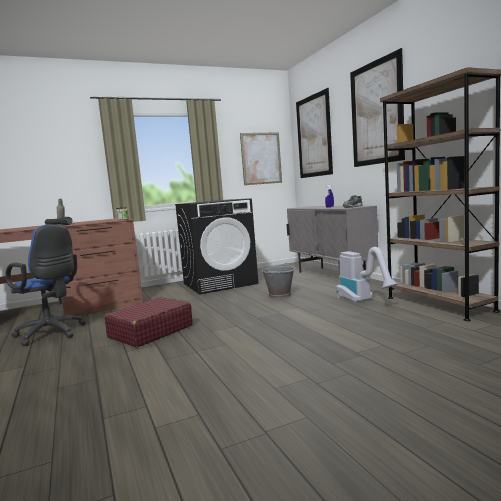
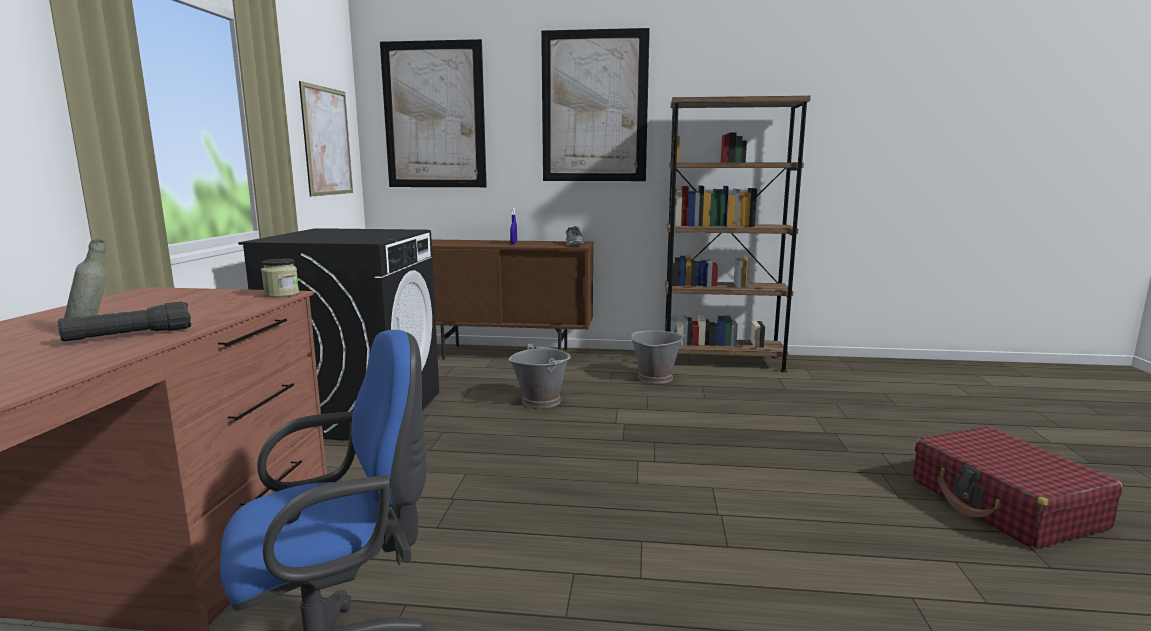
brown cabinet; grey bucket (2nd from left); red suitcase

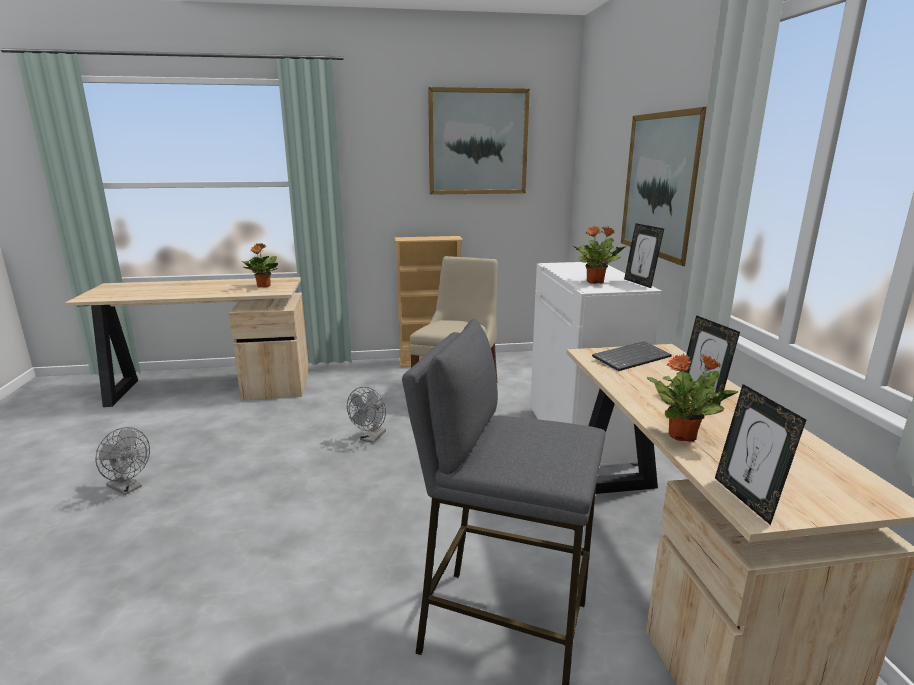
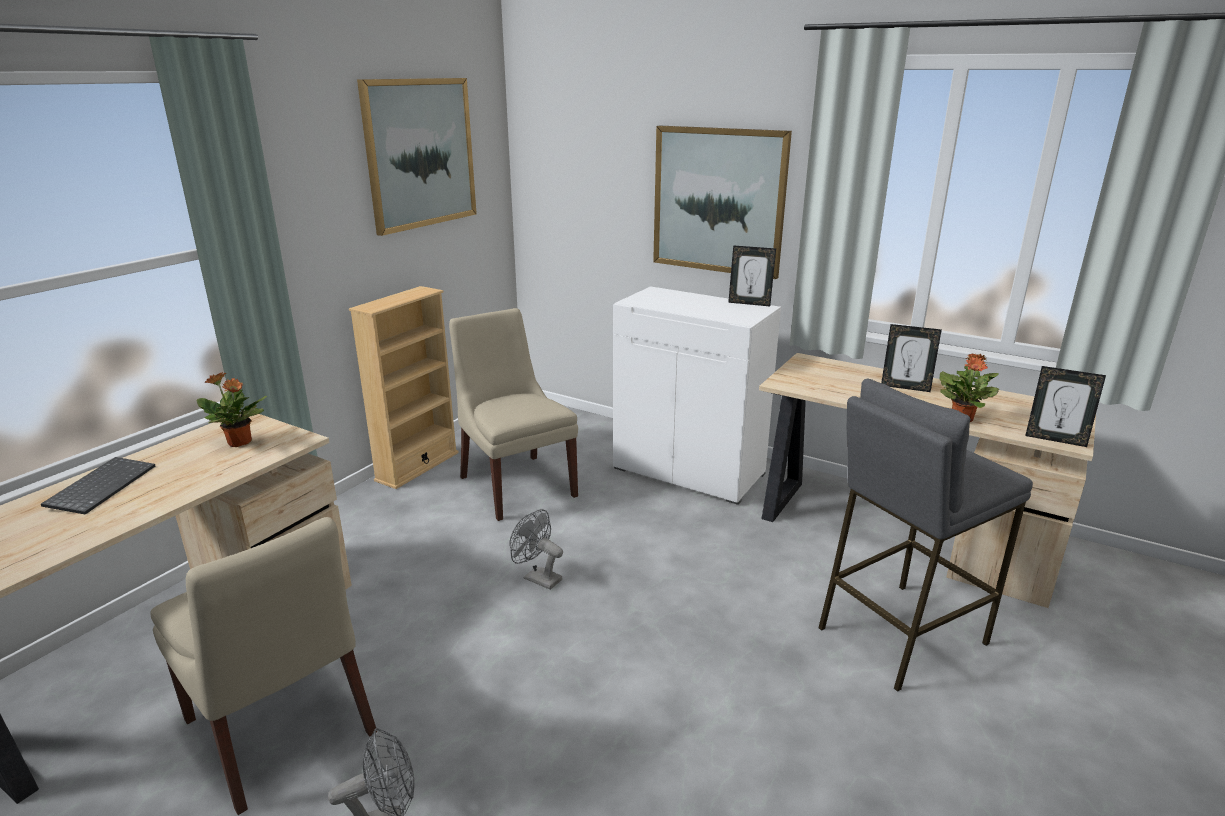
potted plant (2nd from left in the first image); keyboard; grey fan (2nd from left); beige chair (1st from left)

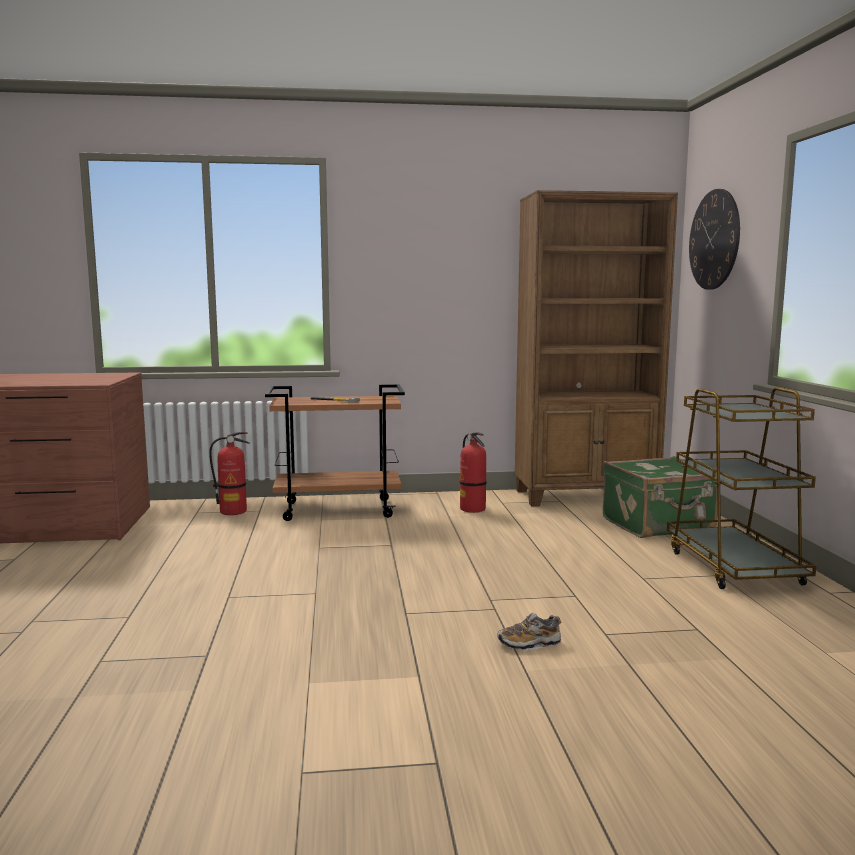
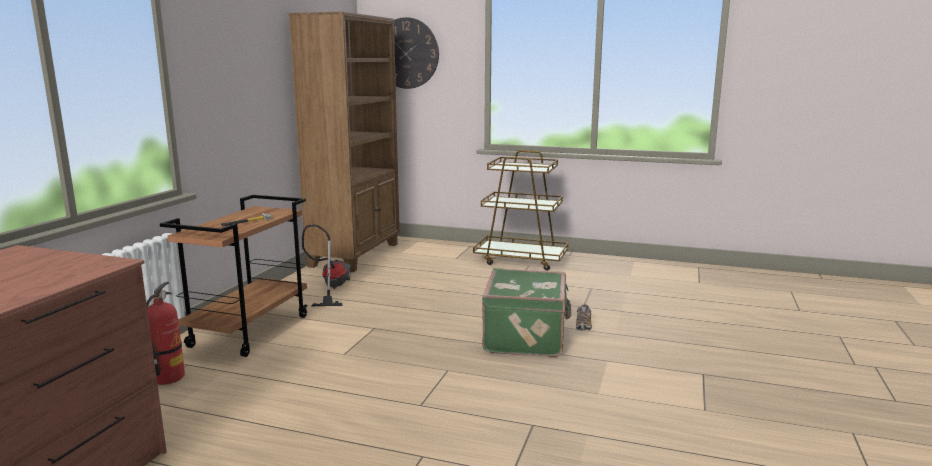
vacuum cleaner; green suitcase

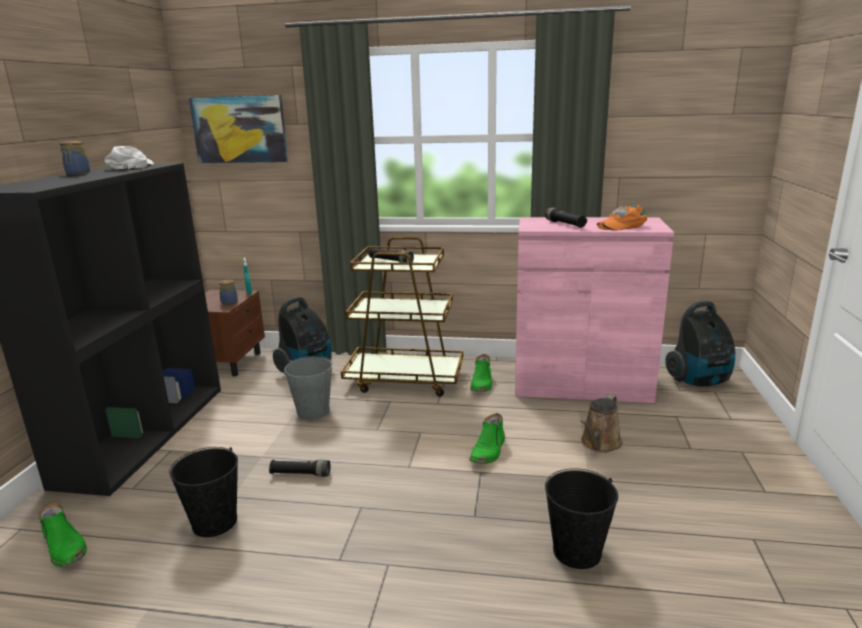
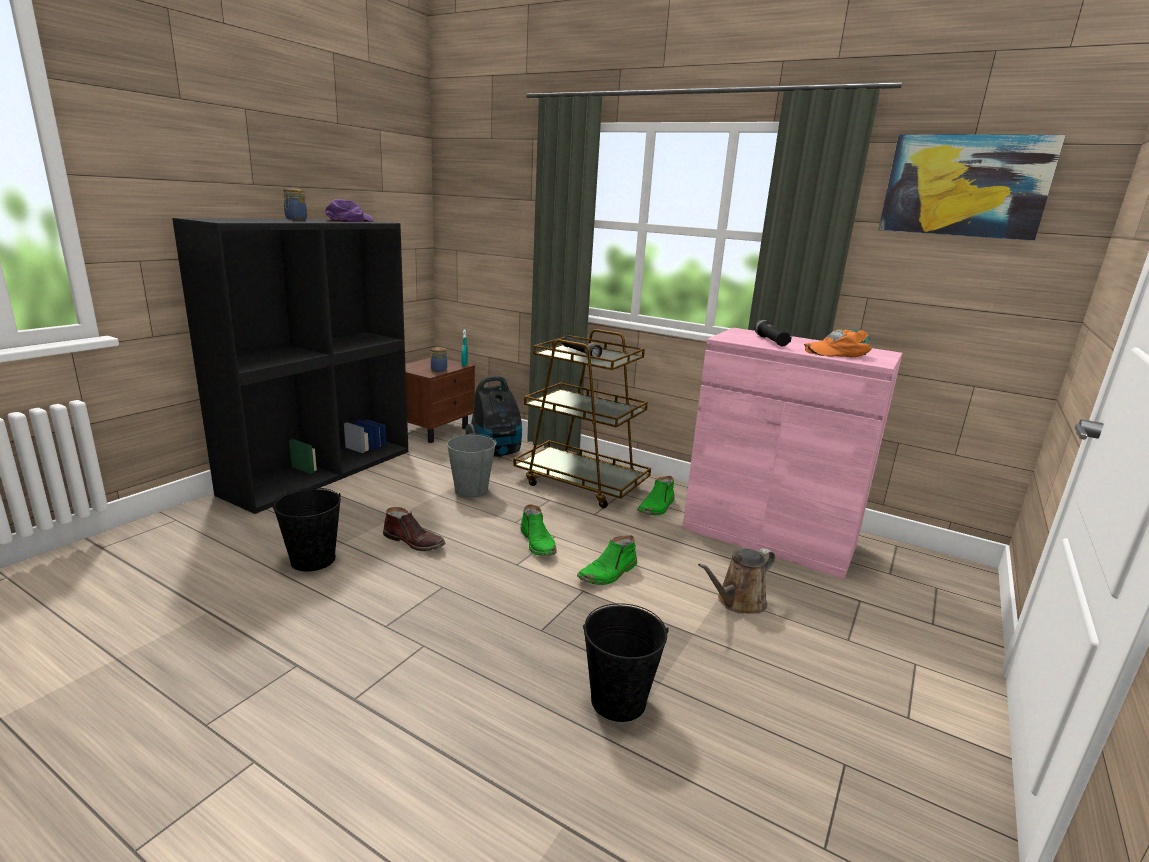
picture; purple cap; vacuum cleaner (2nd from left in the first image); brown boot; green boot (1st from left)

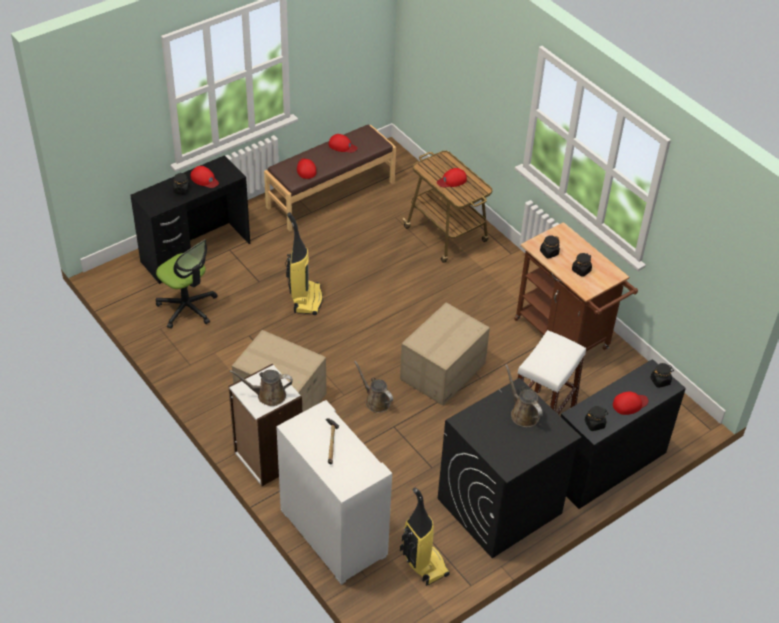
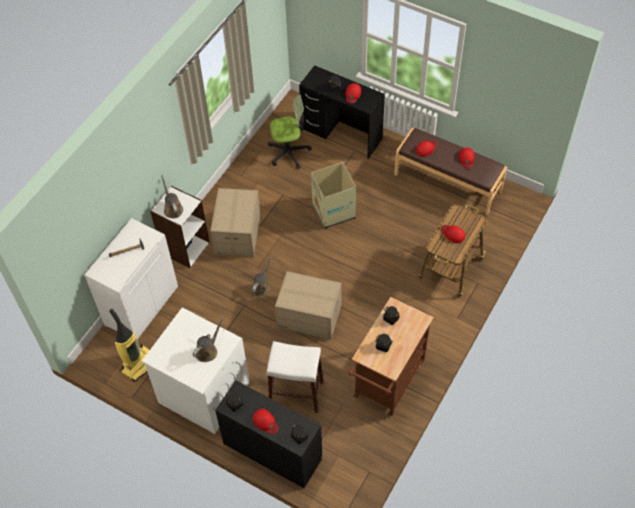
cardboard box (3rd from left); office chair; white washing machine

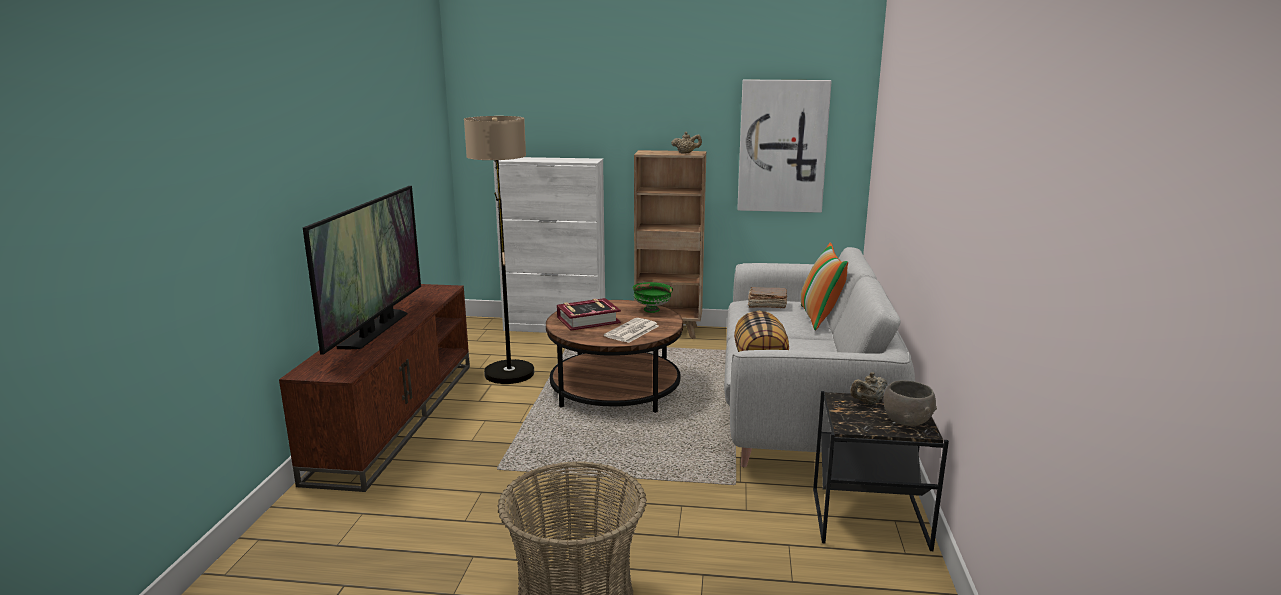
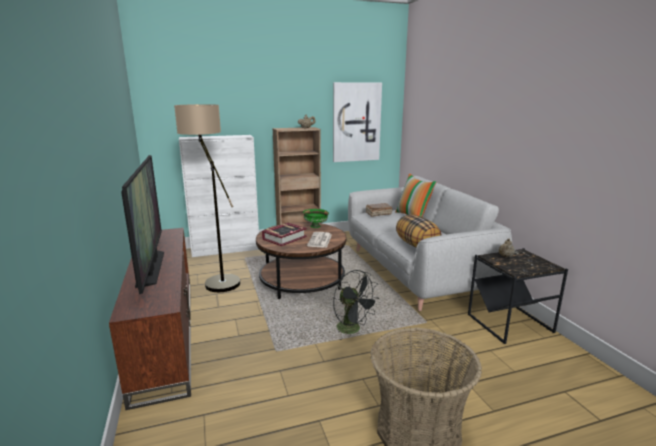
grey bowl; black fan

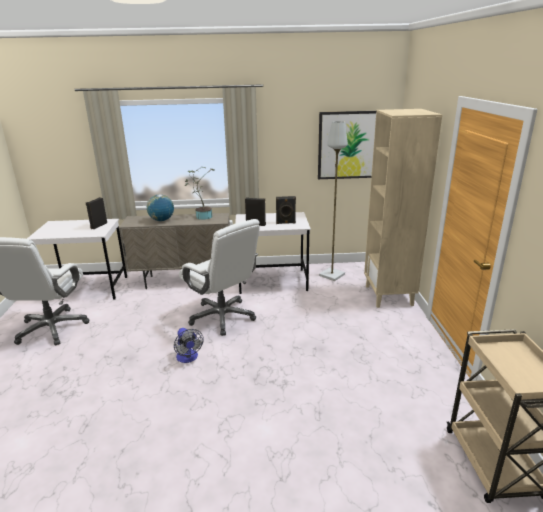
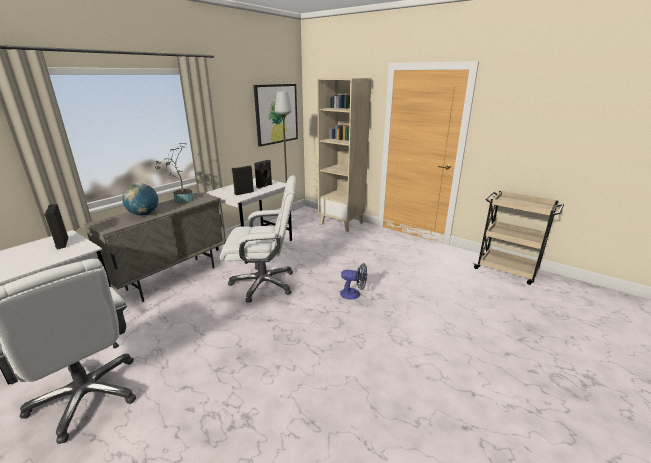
fan

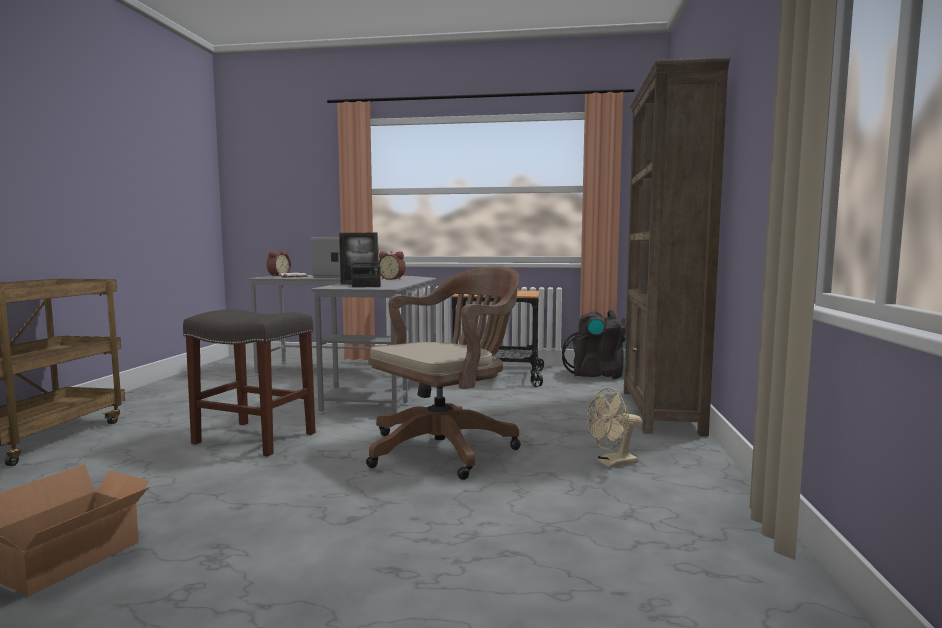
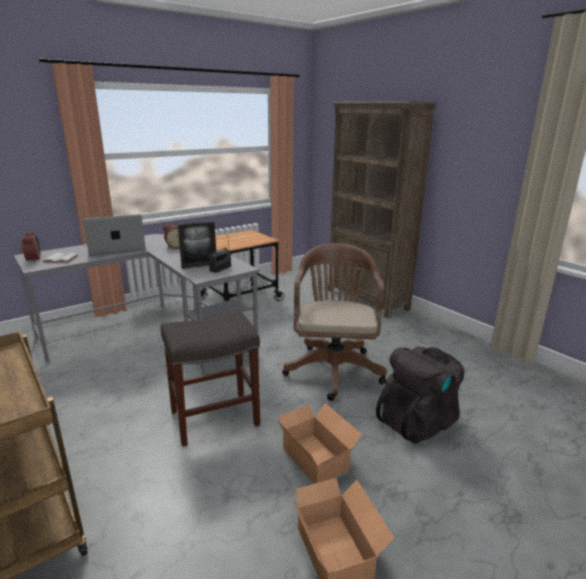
black backpack; beige fan; cardboard box (1st from left)

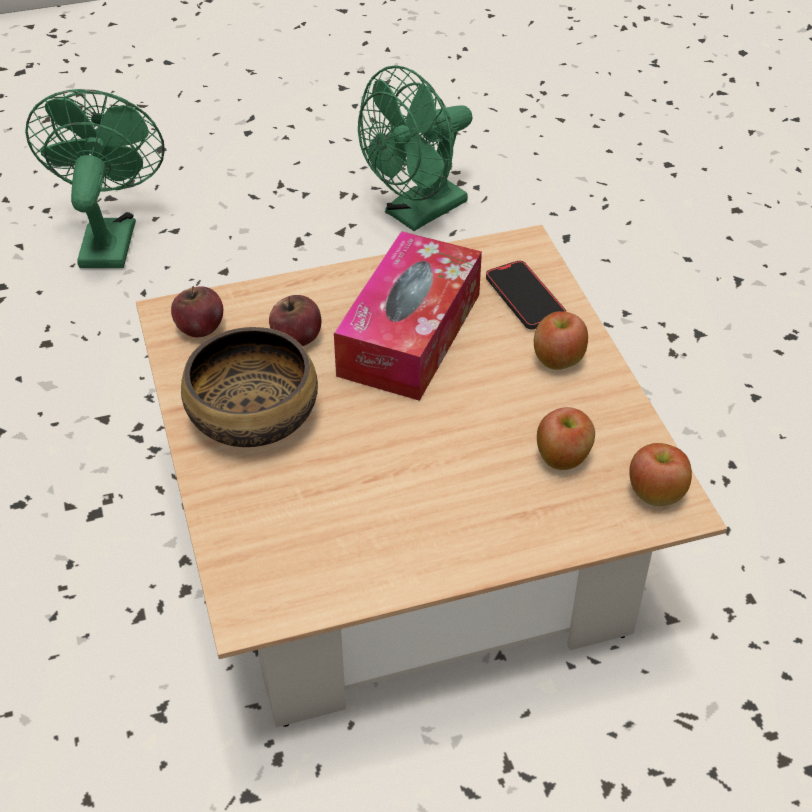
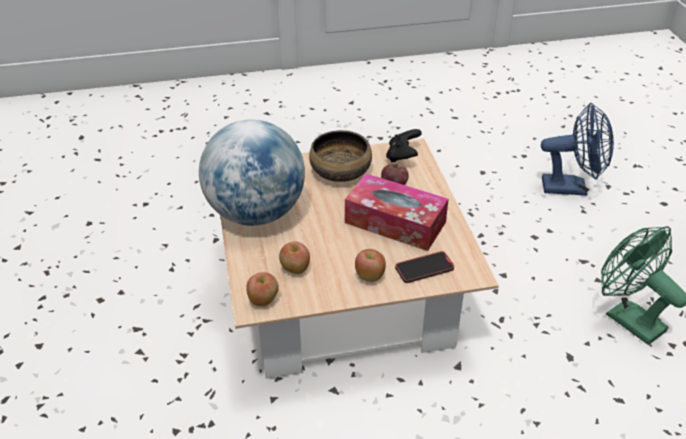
blue fan; black game controller; globe

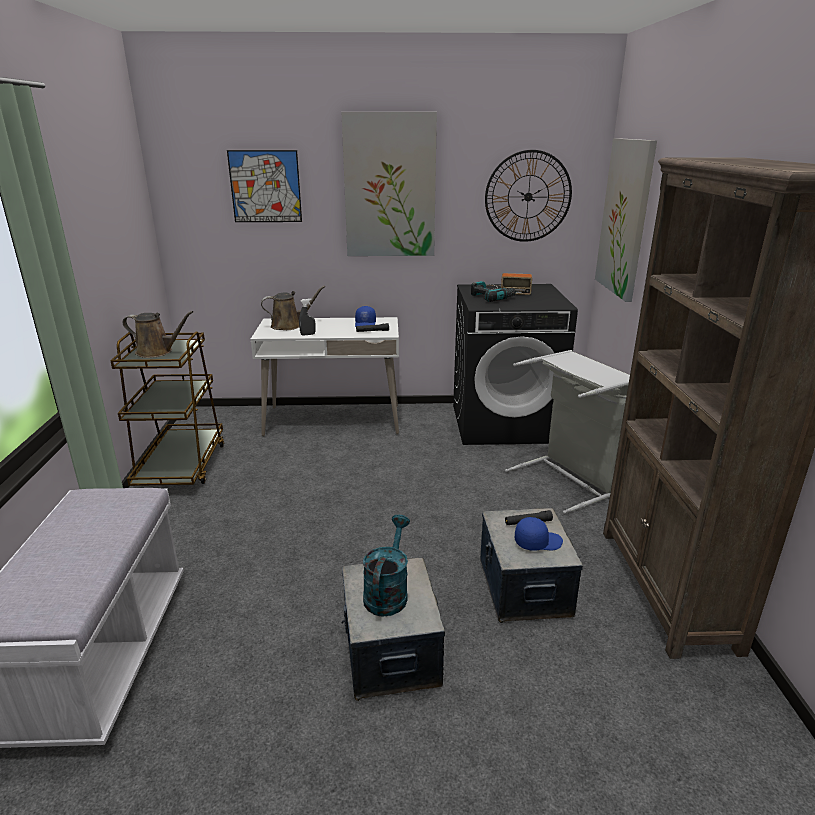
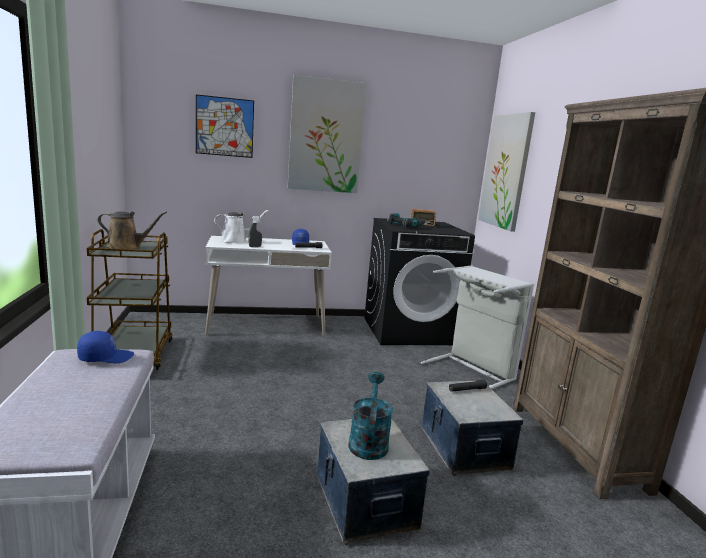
wall clock; white watering can; blue cap (1st from left)

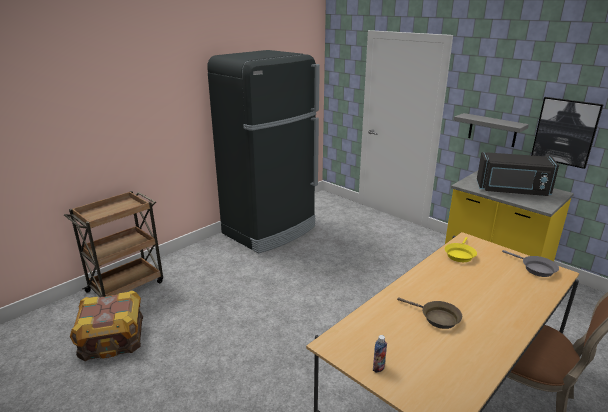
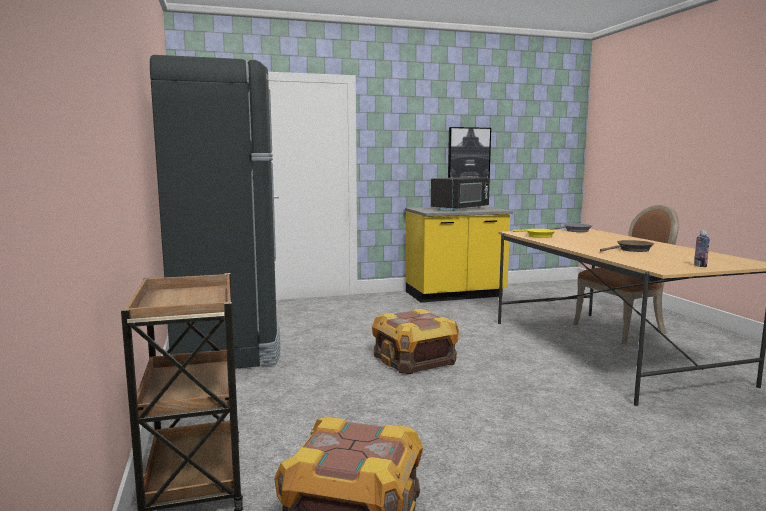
grey shelf; crate (2nd from left)

